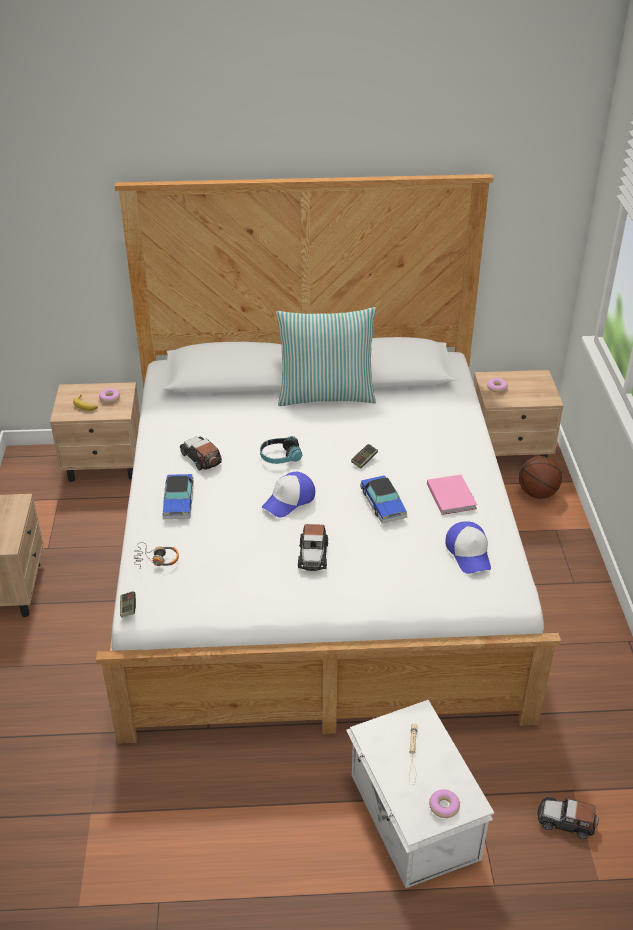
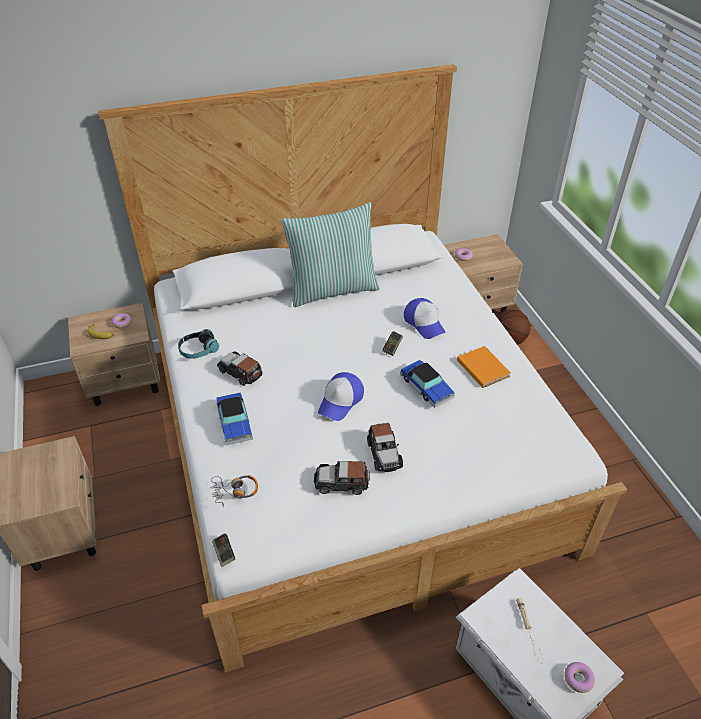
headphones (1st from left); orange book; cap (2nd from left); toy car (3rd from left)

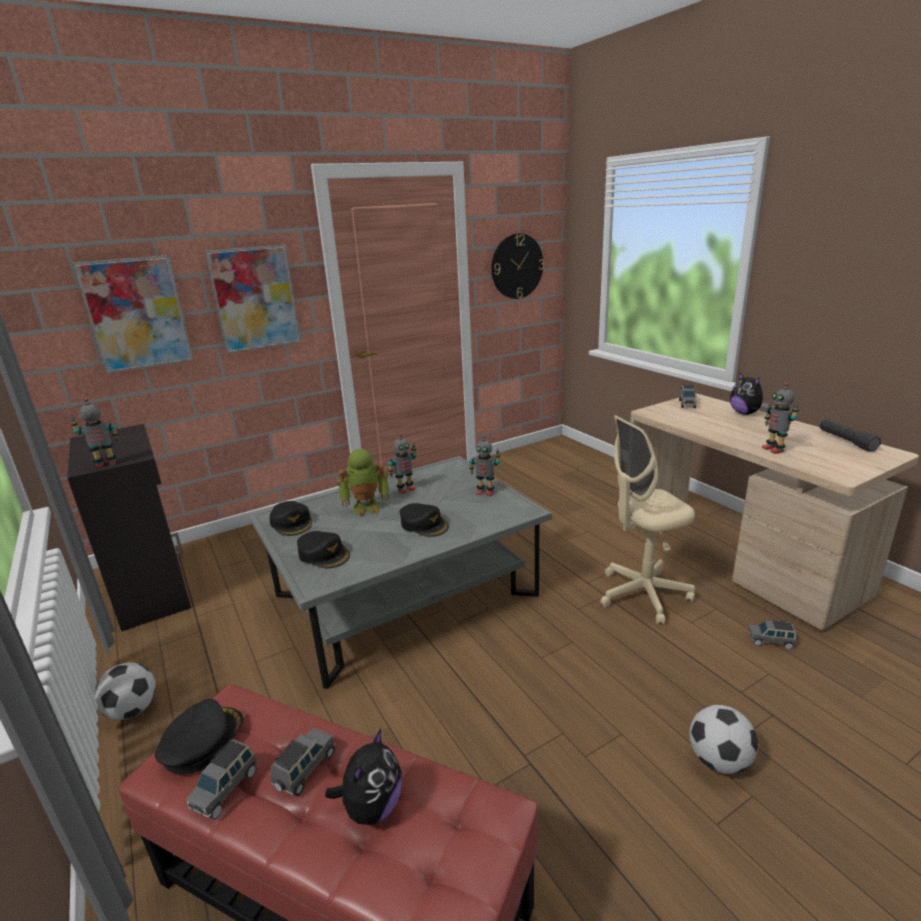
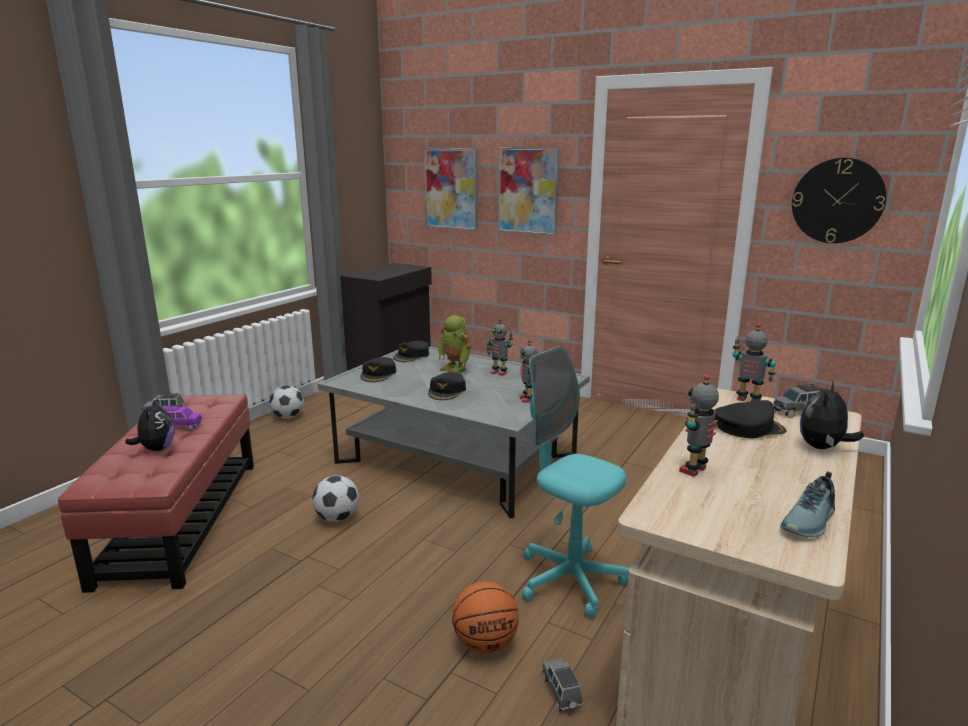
toy robot (5th from left); turquoise office chair; shoe; black cap (4th from left); football (2nd from left); purple toy car; plush toy (1st from left); basketball

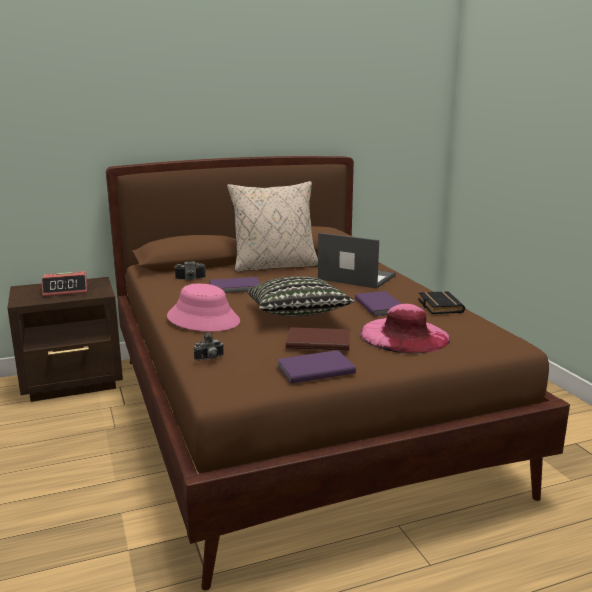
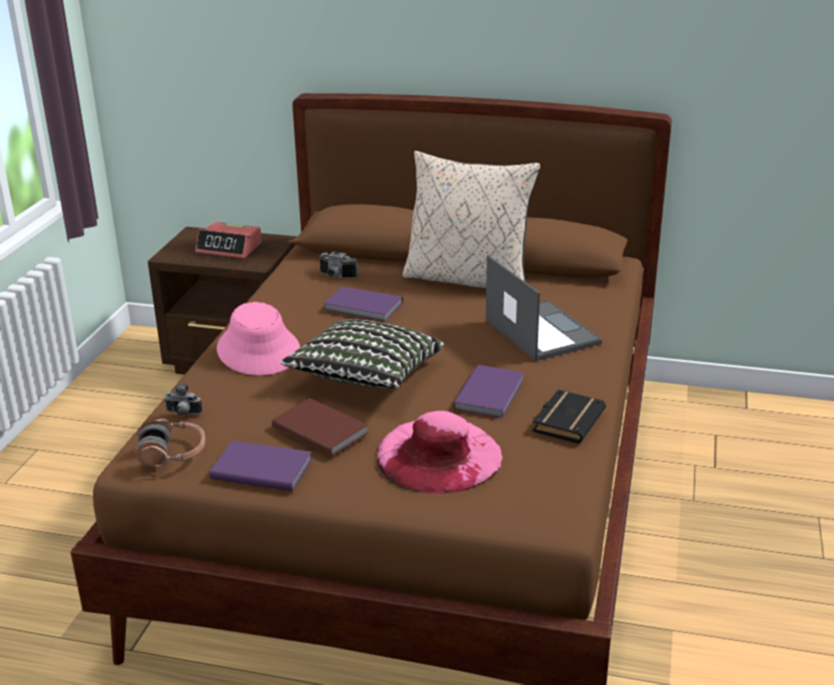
headphones

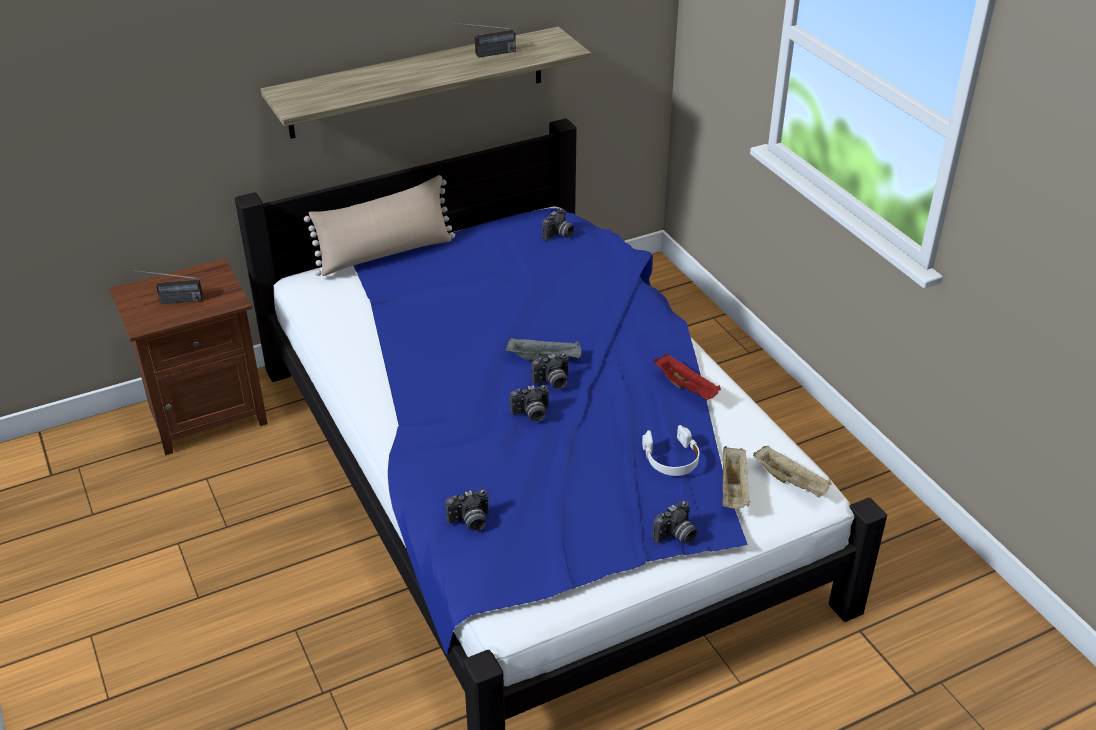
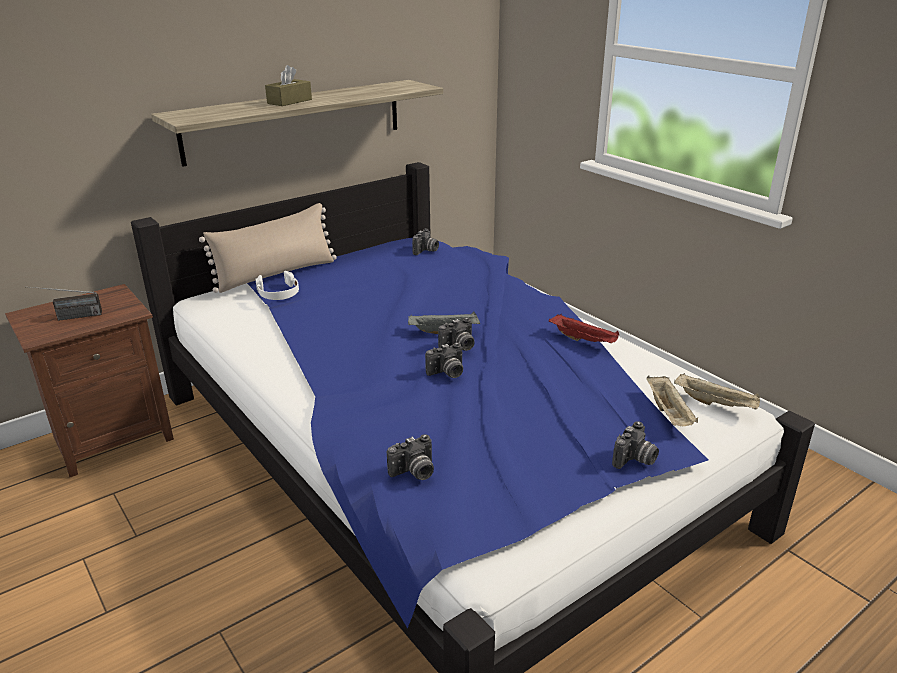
radio (2nd from left in the first image); white headphones; brown tissue box

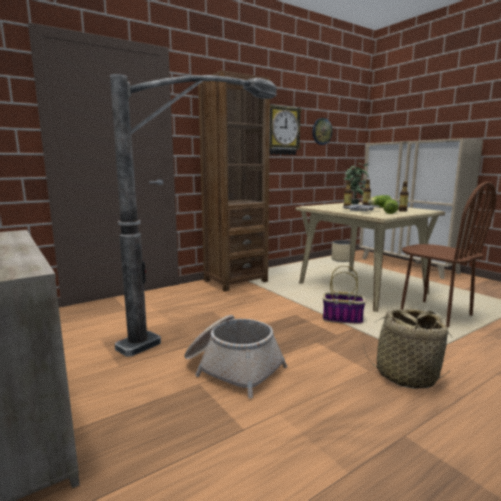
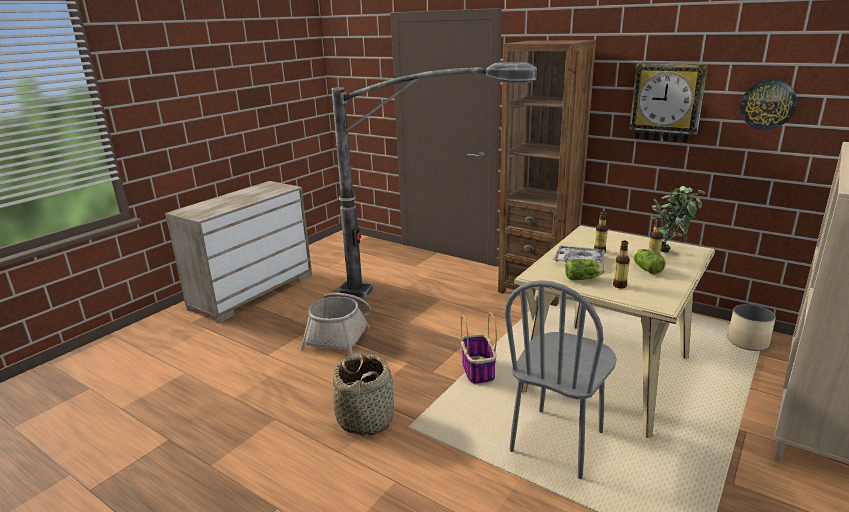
grey chair

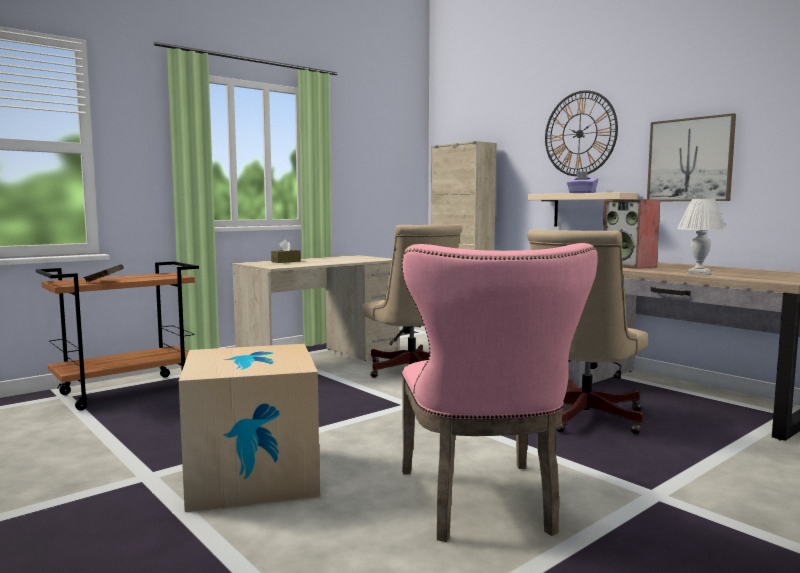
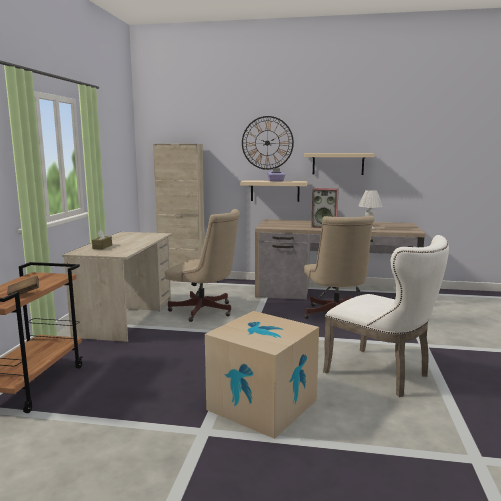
beige shelf (2nd from left); white chair

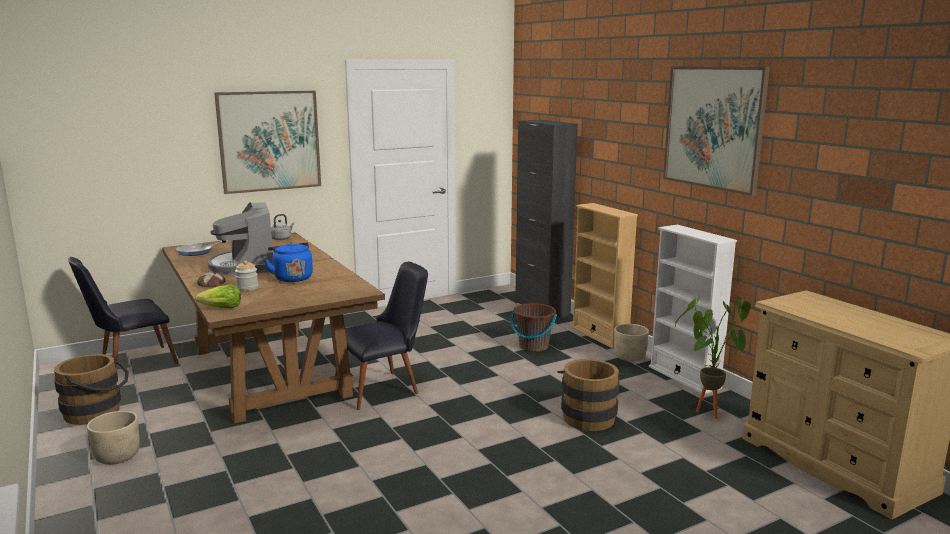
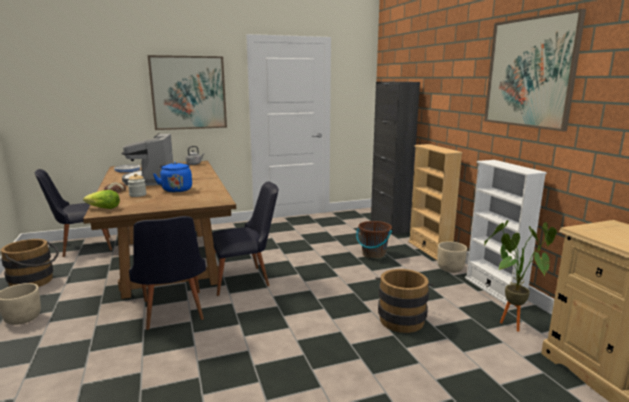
black chair (2nd from left)

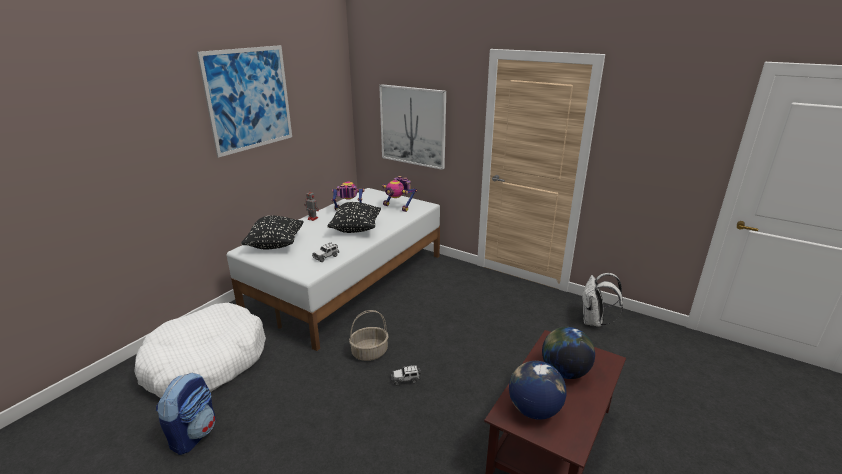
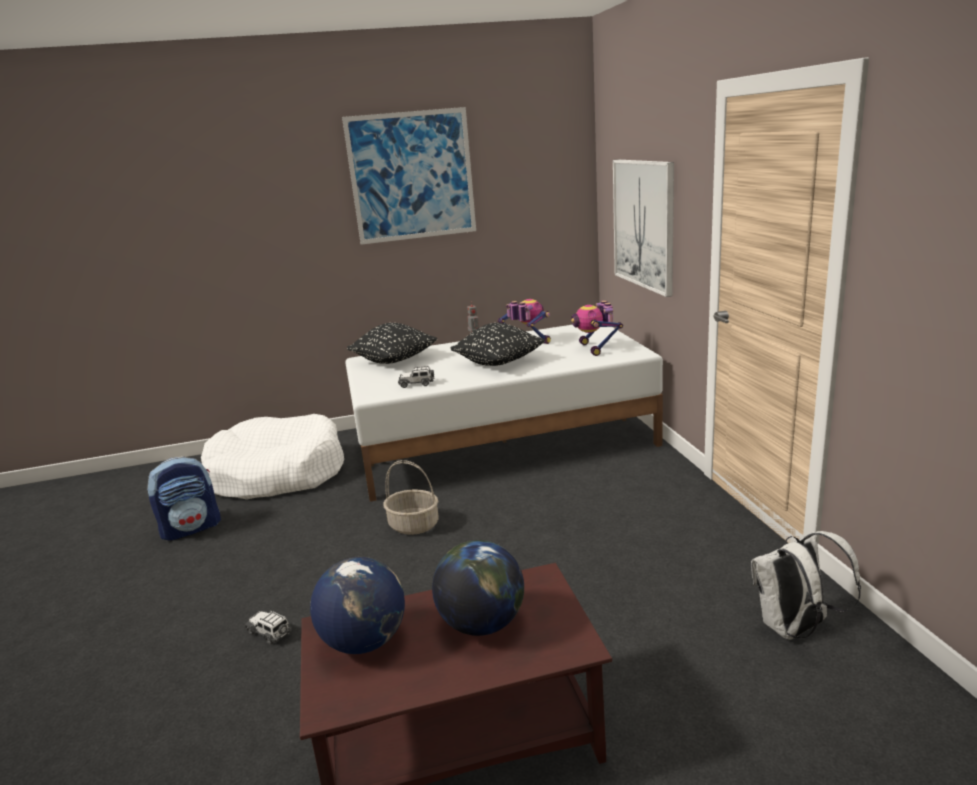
toy car (1st from left)

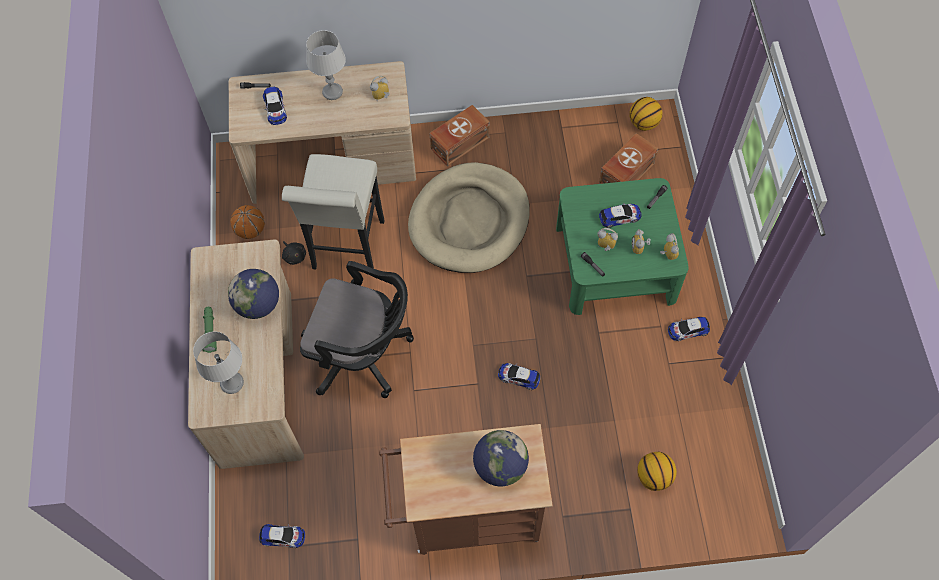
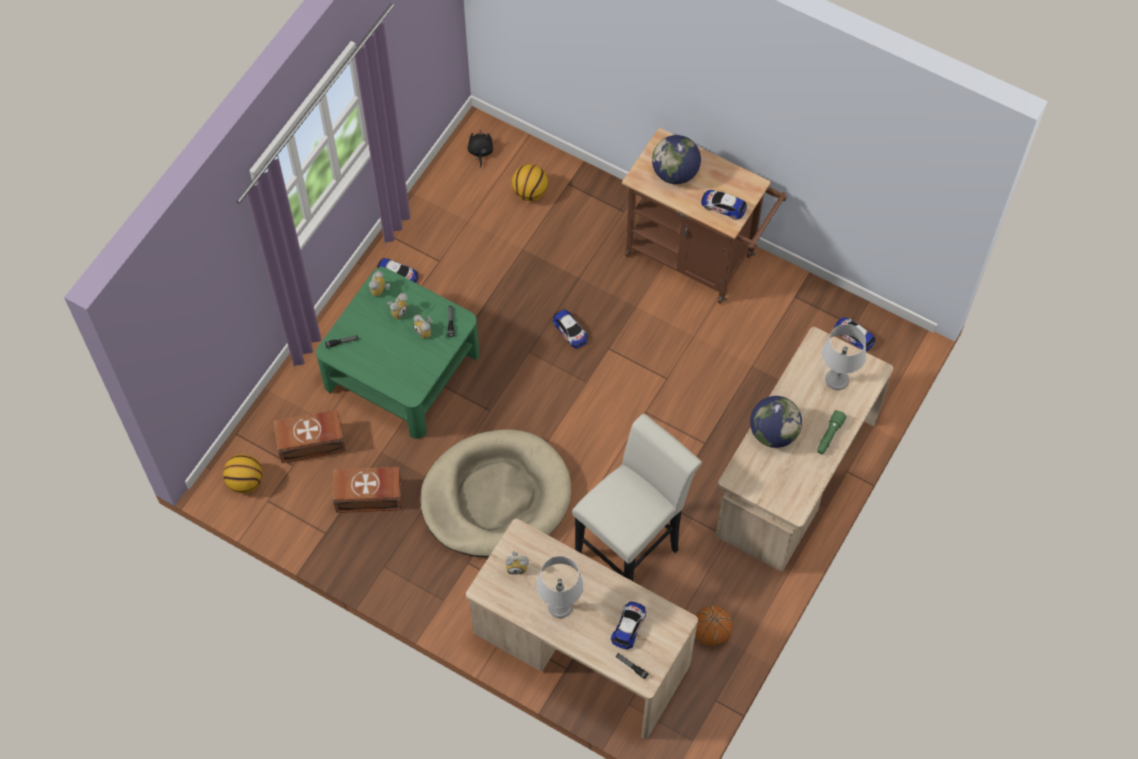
brown storage box (2nd from left); toy car (4th from left); black plush toy; black office chair

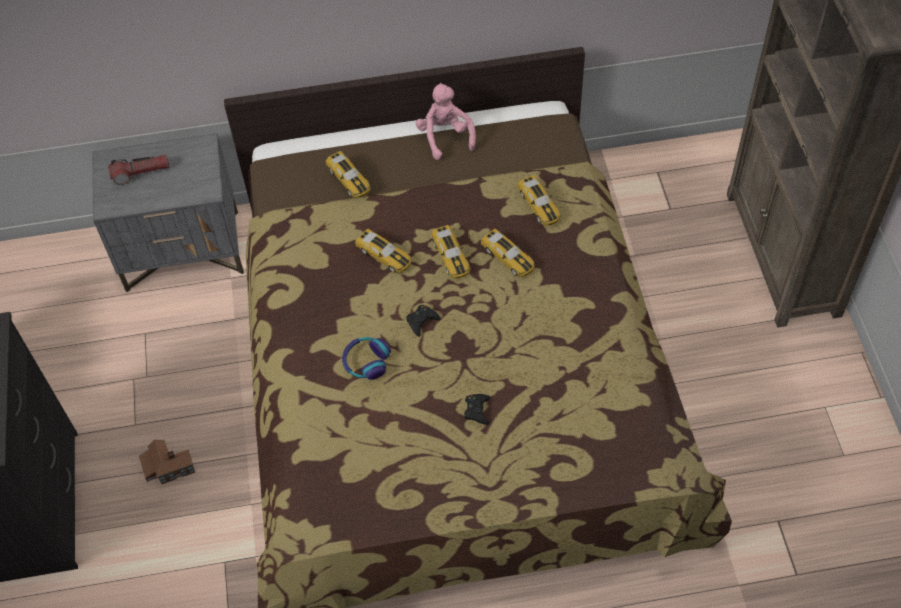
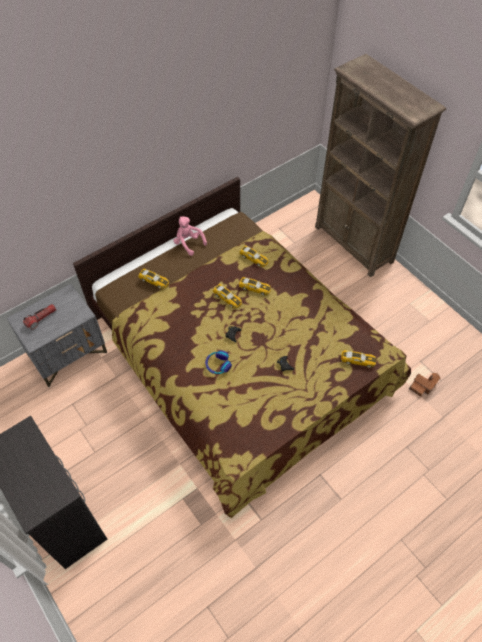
toy car (5th from left); toy house

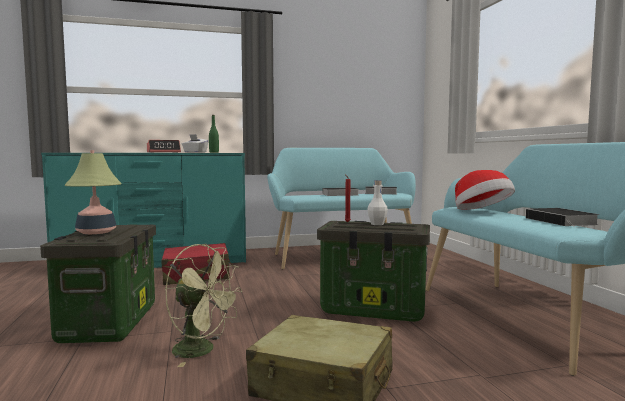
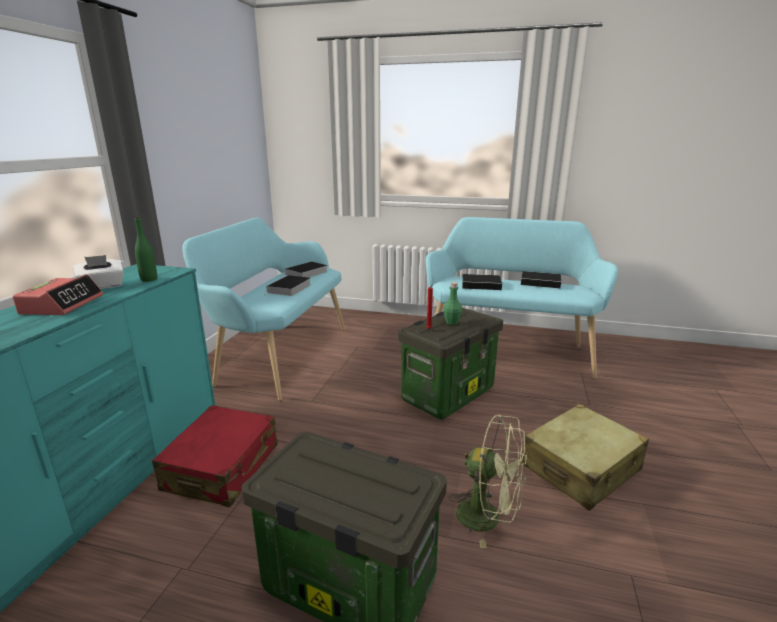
table lamp; book (3rd from left); green bottle (2nd from left); green fan

